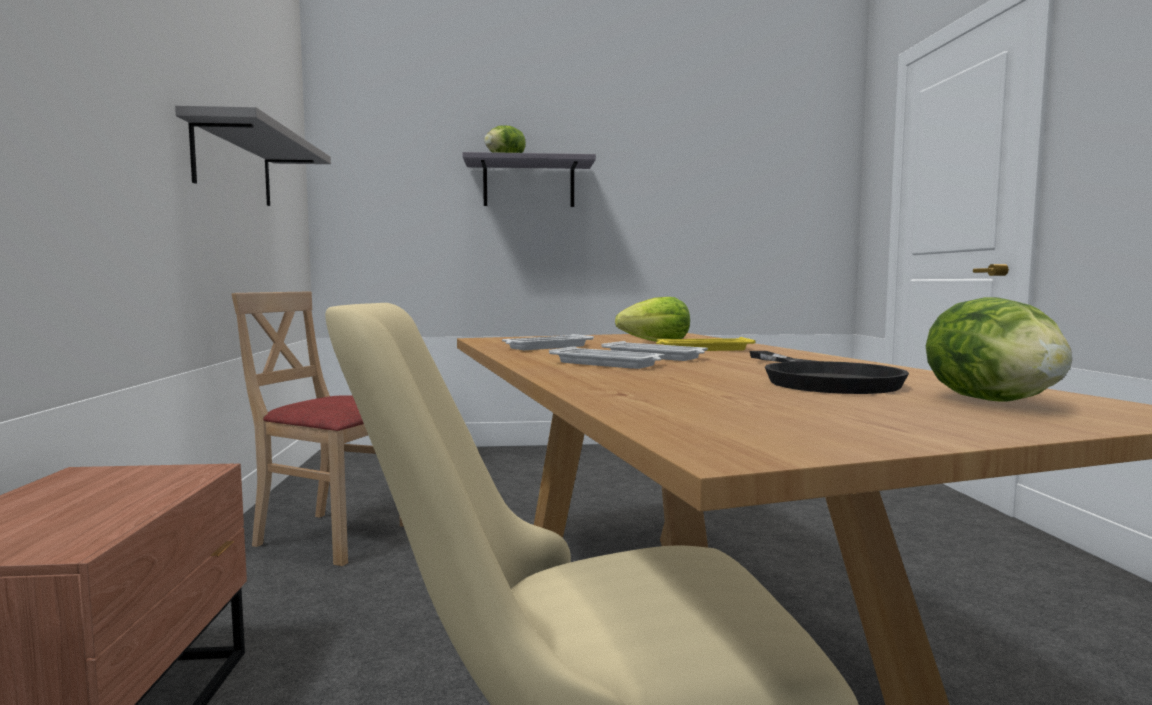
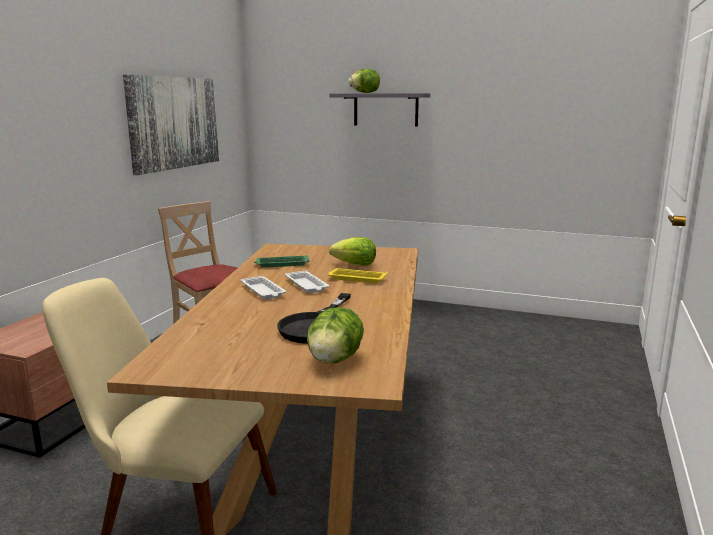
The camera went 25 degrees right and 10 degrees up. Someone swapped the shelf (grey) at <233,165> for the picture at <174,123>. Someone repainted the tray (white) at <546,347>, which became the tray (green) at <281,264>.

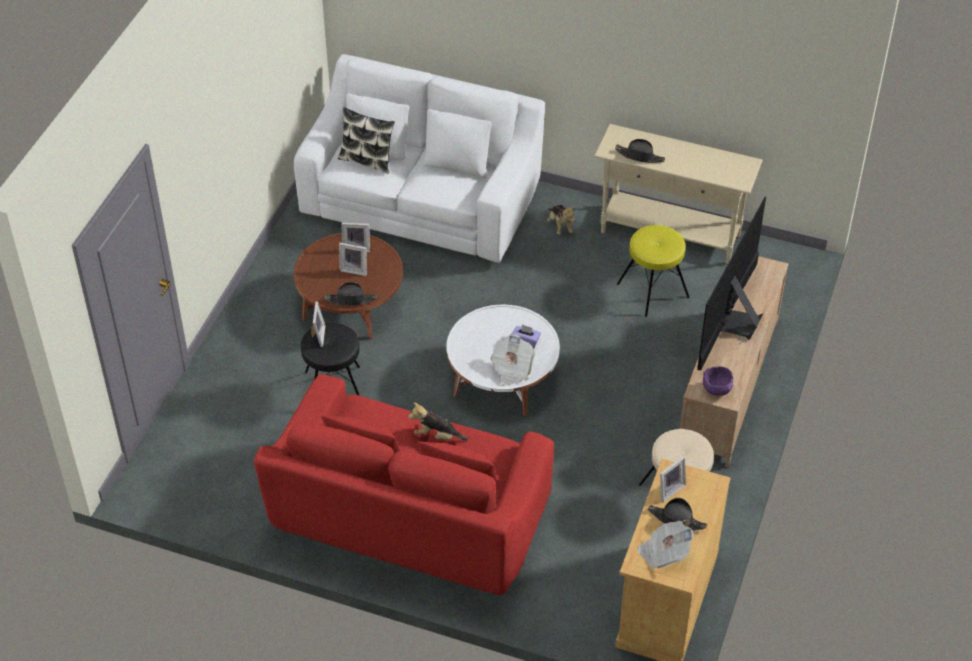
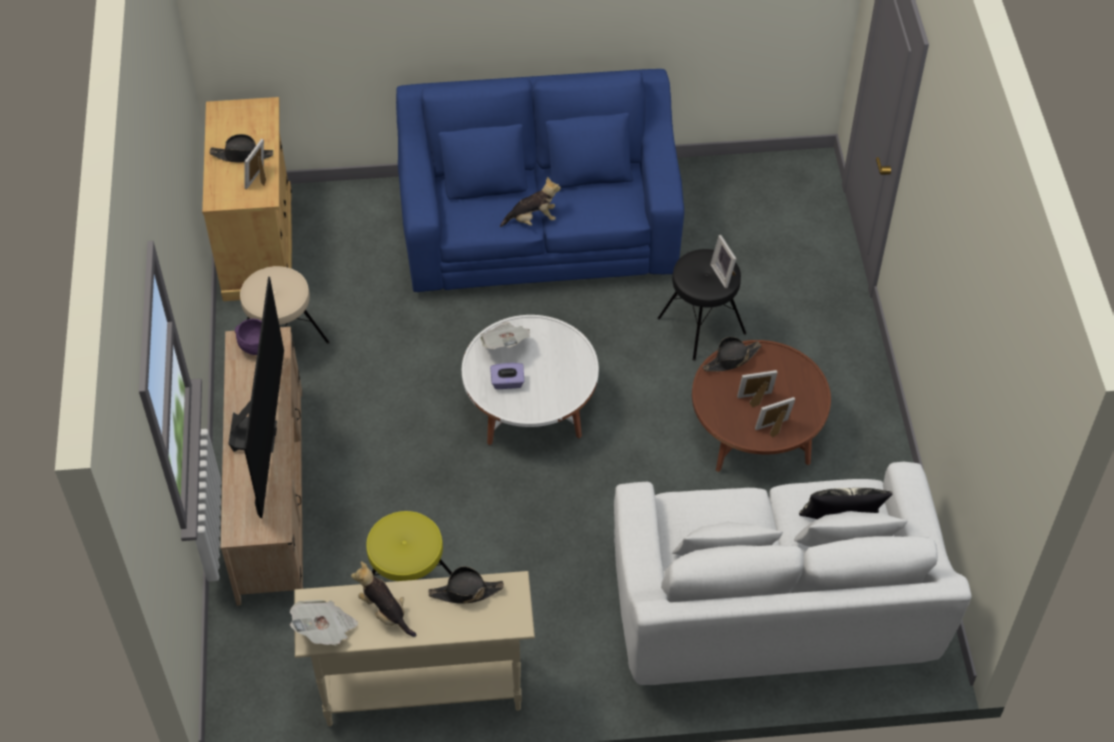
The camera went 155 degrees right and 5 degrees up. Someone carried the newspaper from <664,553> to <325,630>. Someone carried the plush toy from <560,226> to <385,612>. Someone repainted the sofa (red) at <411,517>, which became the sofa (blue) at <539,231>.

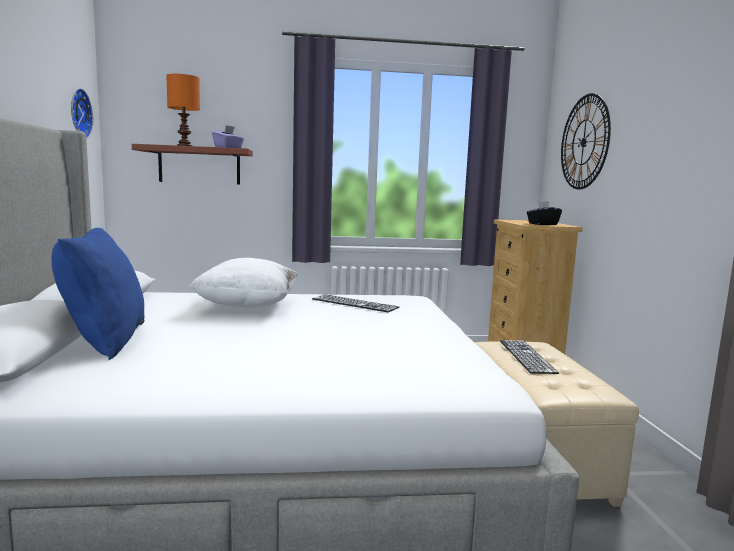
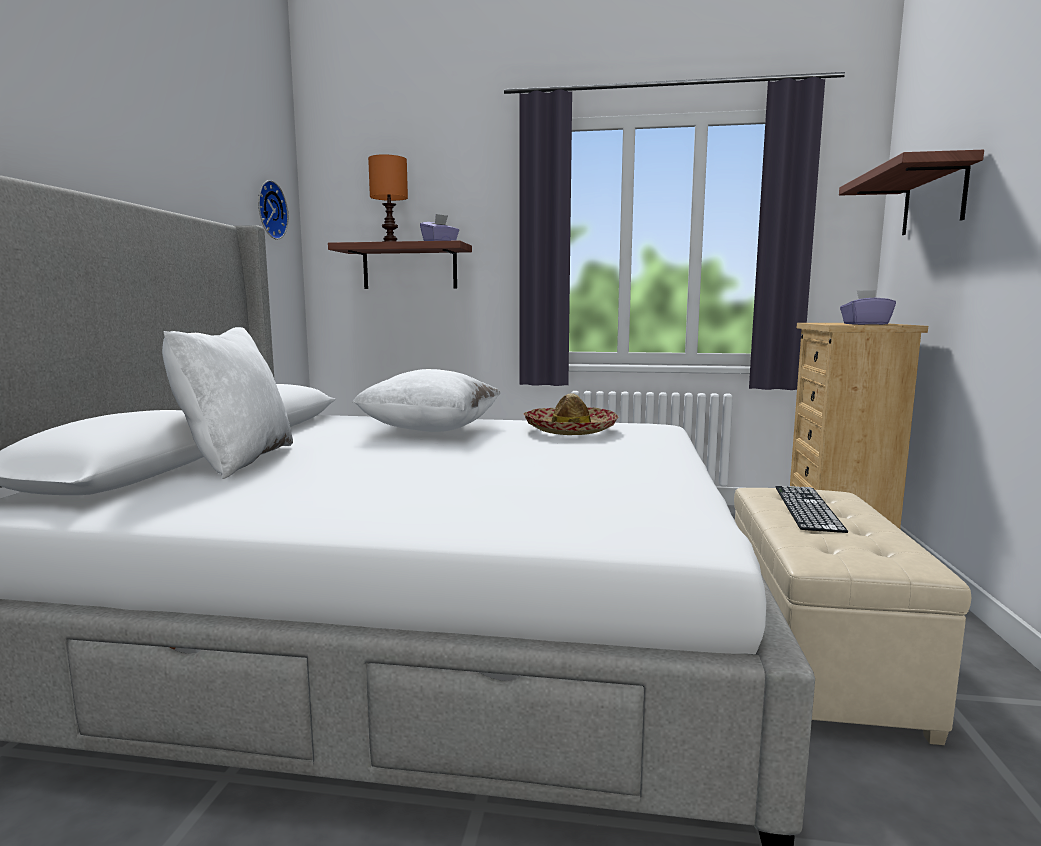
The camera went 15 degrees right and 0 degrees up. Someone repainted the pillow (blue) at <105,341>, which became the pillow (white) at <236,460>. Someone swapped the keyboard at <354,303> for the hat at <570,430>. Someone swapped the wall clock at <584,142> for the shelf at <934,199>. Someone repainted the tissue box (black) at <542,224>, which became the tissue box (purple) at <865,324>.

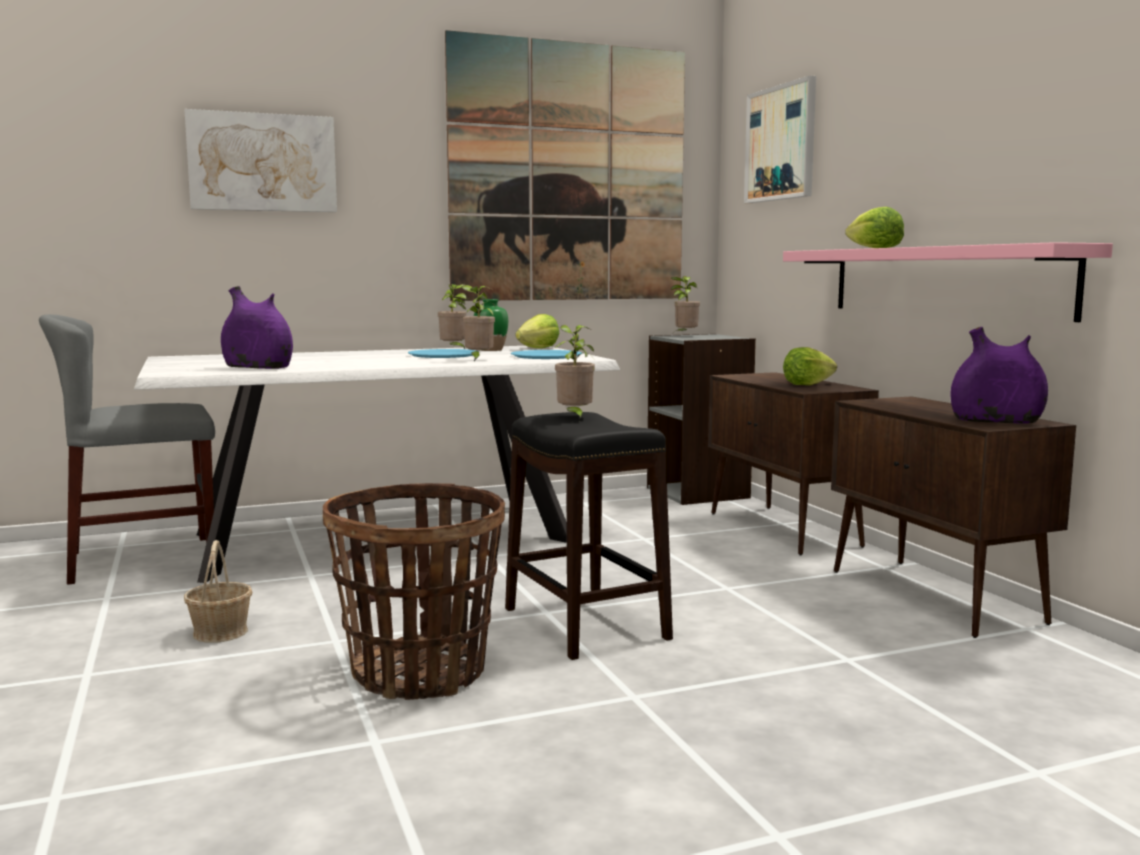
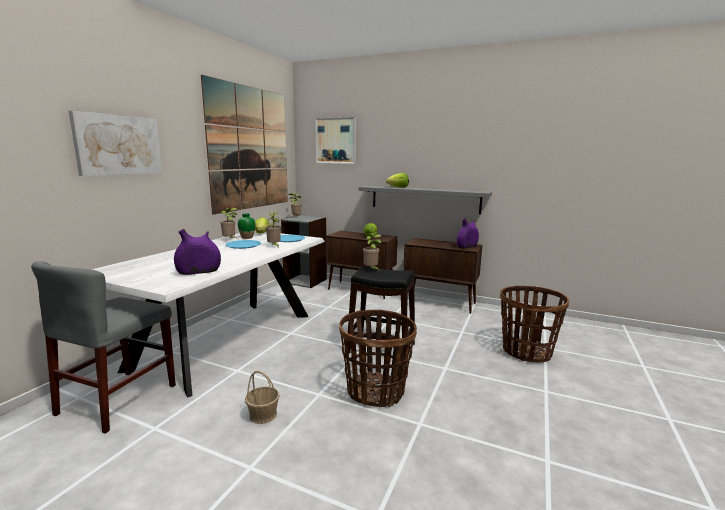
The camera went 45 degrees left and 5 degrees up. Someone repainted the shelf (pink) at <943,281>, which became the shelf (grey) at <424,199>. Someone put down the basket at <526,352>.

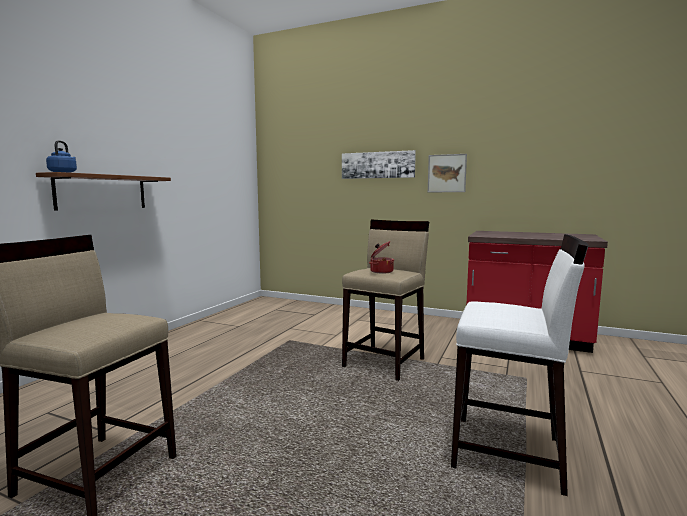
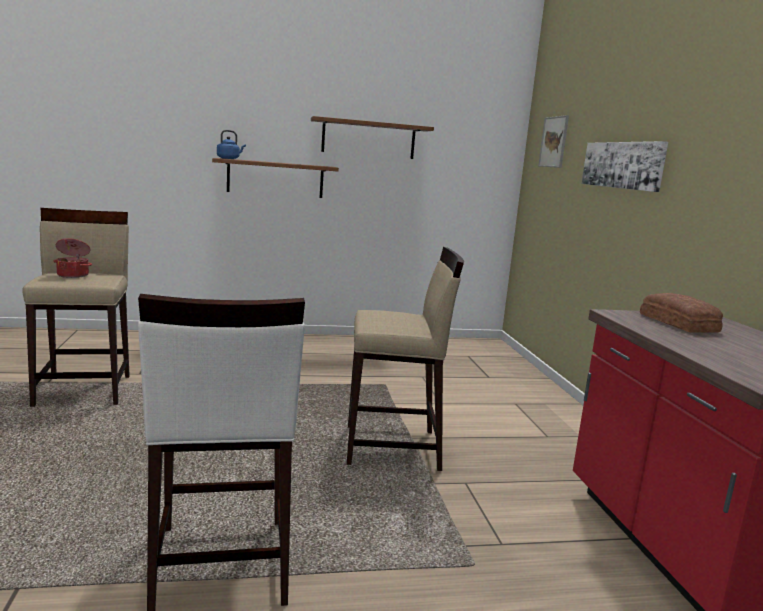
The camera went 55 degrees right and 5 degrees up. Someone carried the cooking pot from <381,271> to <73,275>. Someone put up the shelf (brown) at <368,139>. Someone carried the picture from <446,173> to <554,142>. Someone put down the bread at <678,323>.

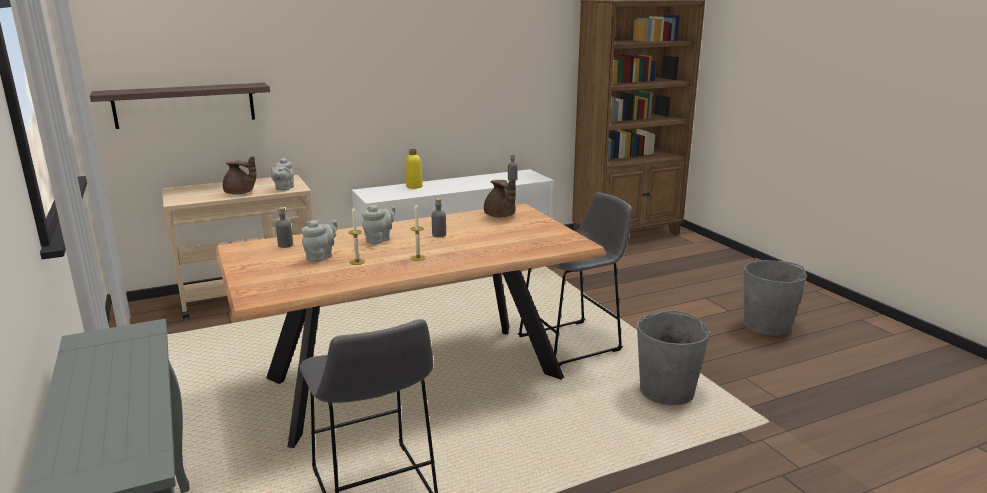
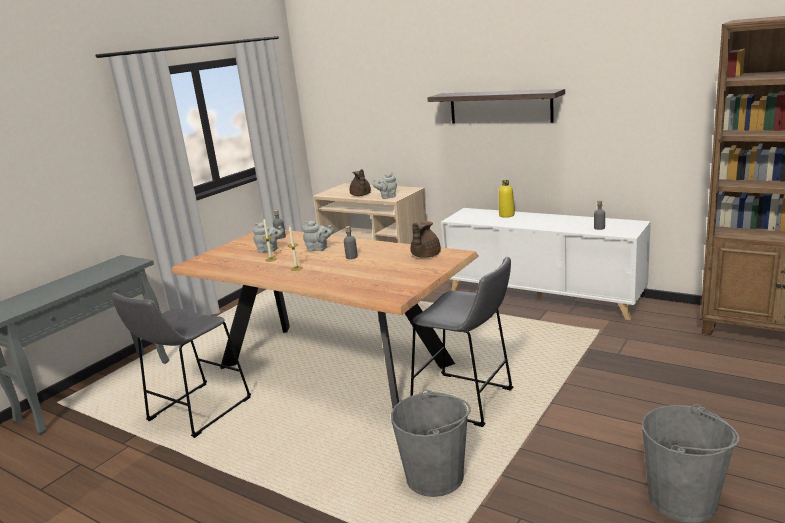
The camera went 60 degrees right and 0 degrees up. Someone carried the shelf from <185,105> to <500,107>.

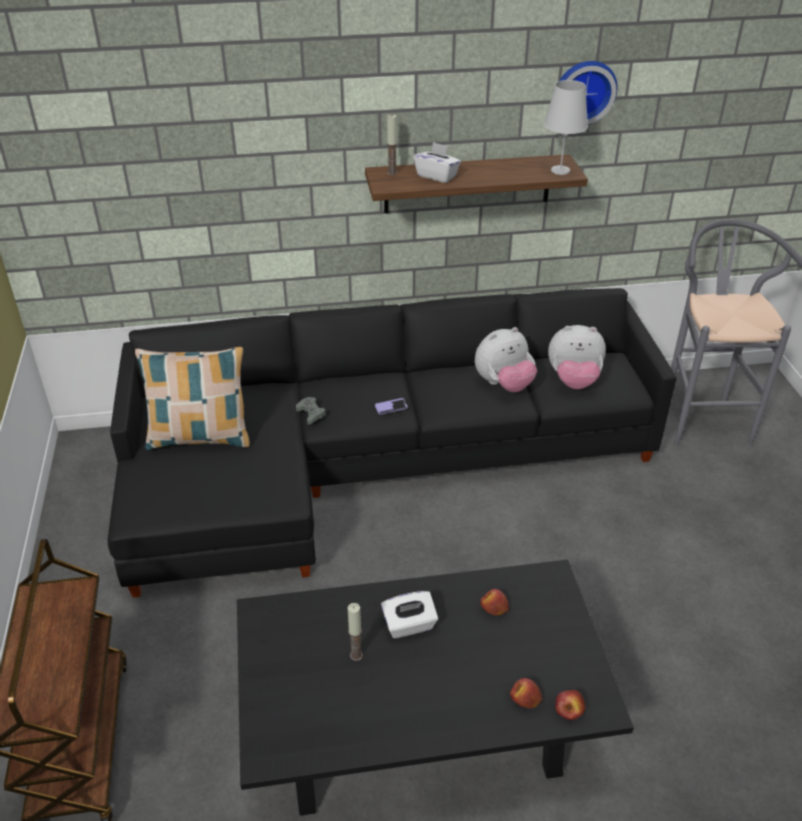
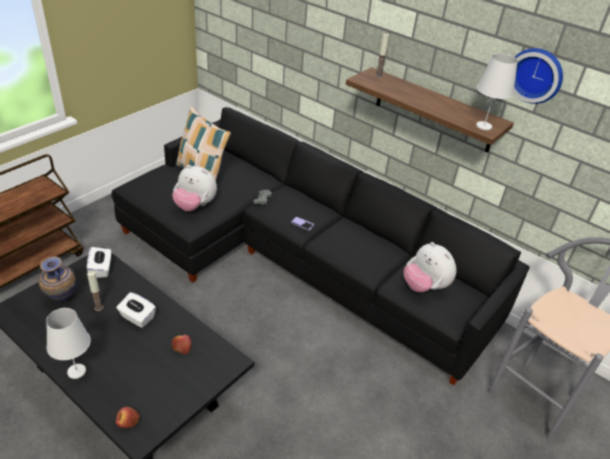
The camera went 45 degrees right and 0 degrees up. Someone put down the vase at <62,300>. Someone put down the table lamp (white) at <77,371>. Someone carried the tissue box (white) from <437,176> to <101,269>. Someone carried the plush toy from <504,384> to <195,206>. Someone took away the apple at <525,698>.

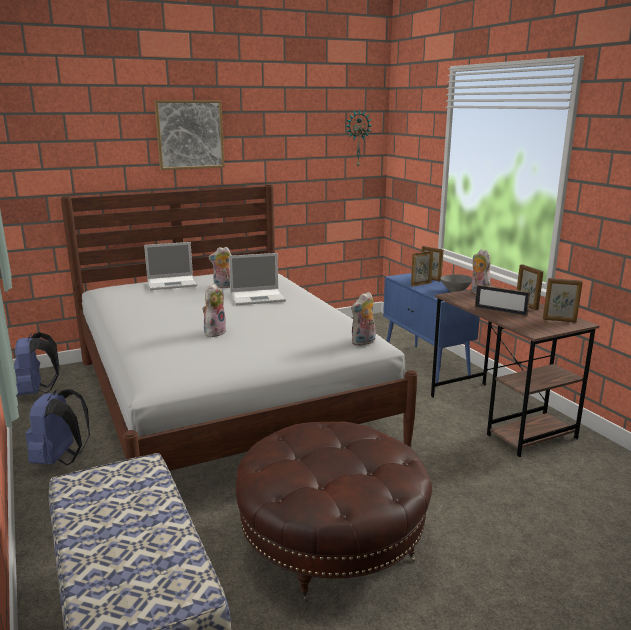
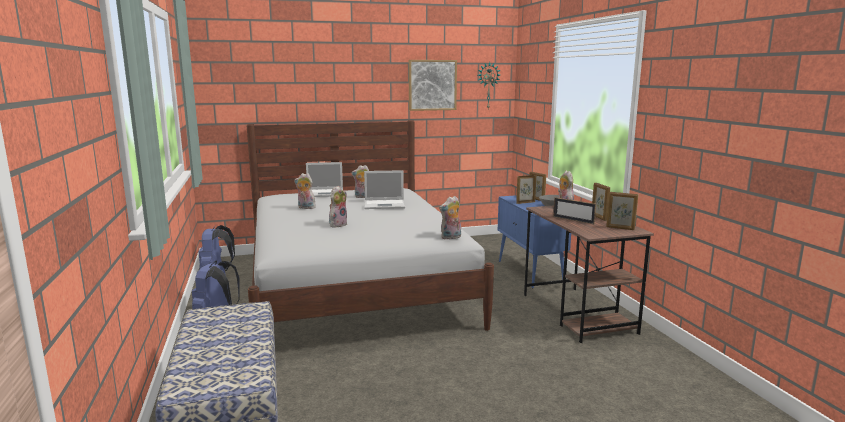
The camera went 10 degrees right and 5 degrees down. Someone put down the plush toy at <305,208>. Someone carried the picture from <190,134> to <432,85>. Someone took away the ottoman (brown) at <332,542>.

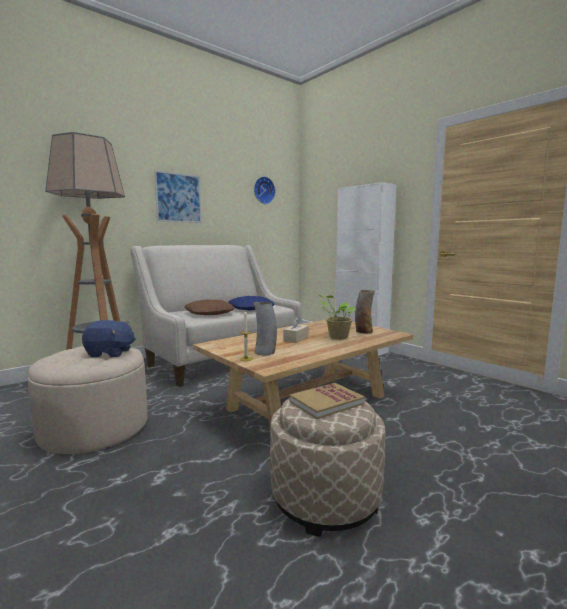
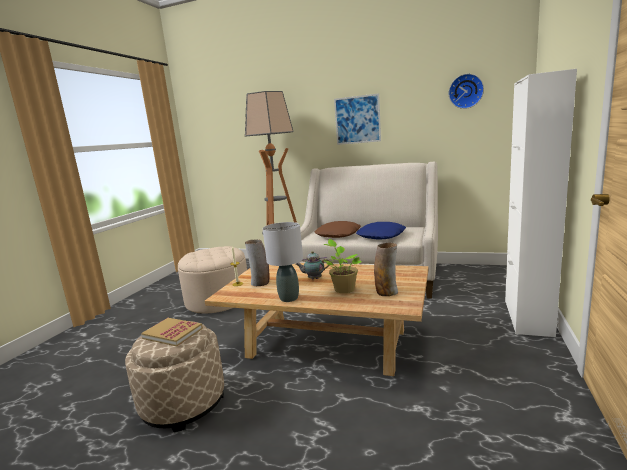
The camera went 60 degrees right and 5 degrees up. Someone put down the table lamp (grey) at <289,298>. Someone swapped the tissue box (beige) at <296,339> for the teapot at <313,279>. Someone took away the plush toy (blue) at <110,353>.

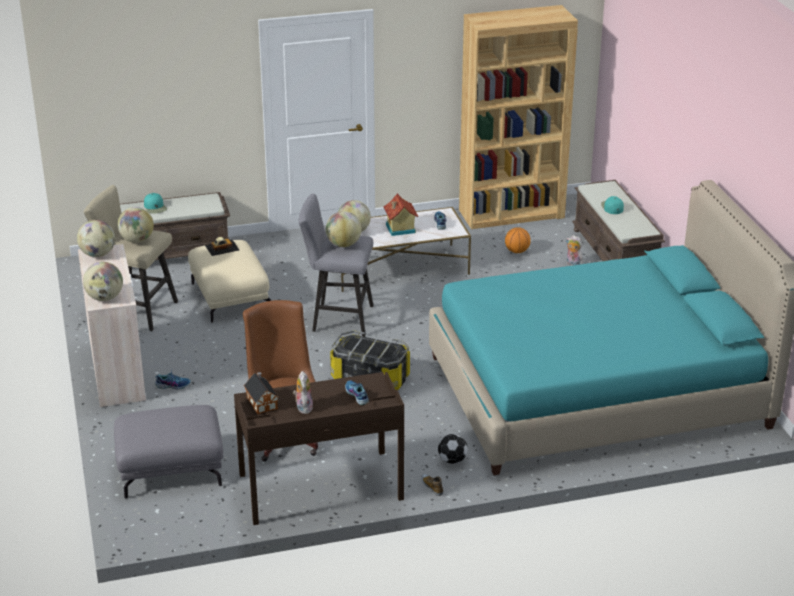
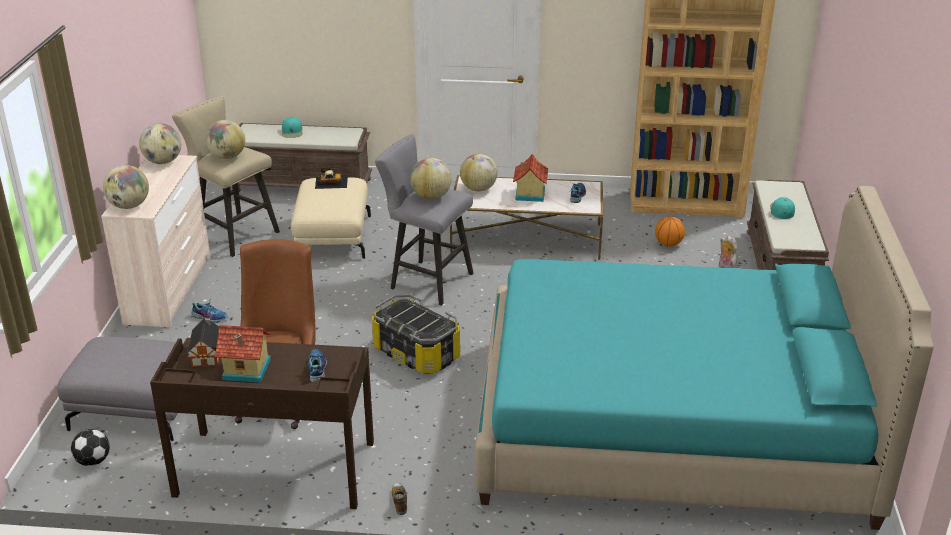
The camera went 20 degrees right and 0 degrees up. Someone carried the football from <452,460> to <92,461>. Someone swapped the plush toy at <303,407> for the toy house at <246,370>.

